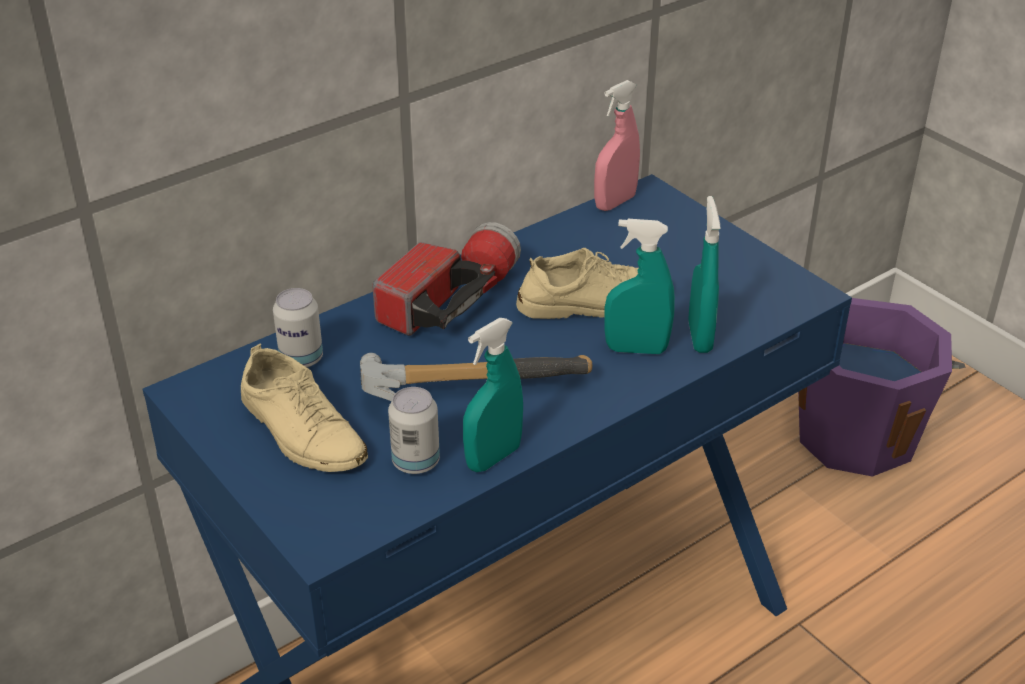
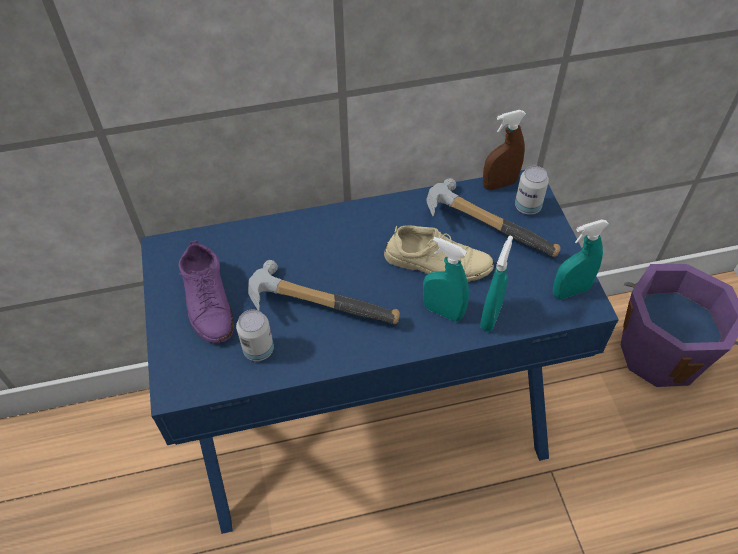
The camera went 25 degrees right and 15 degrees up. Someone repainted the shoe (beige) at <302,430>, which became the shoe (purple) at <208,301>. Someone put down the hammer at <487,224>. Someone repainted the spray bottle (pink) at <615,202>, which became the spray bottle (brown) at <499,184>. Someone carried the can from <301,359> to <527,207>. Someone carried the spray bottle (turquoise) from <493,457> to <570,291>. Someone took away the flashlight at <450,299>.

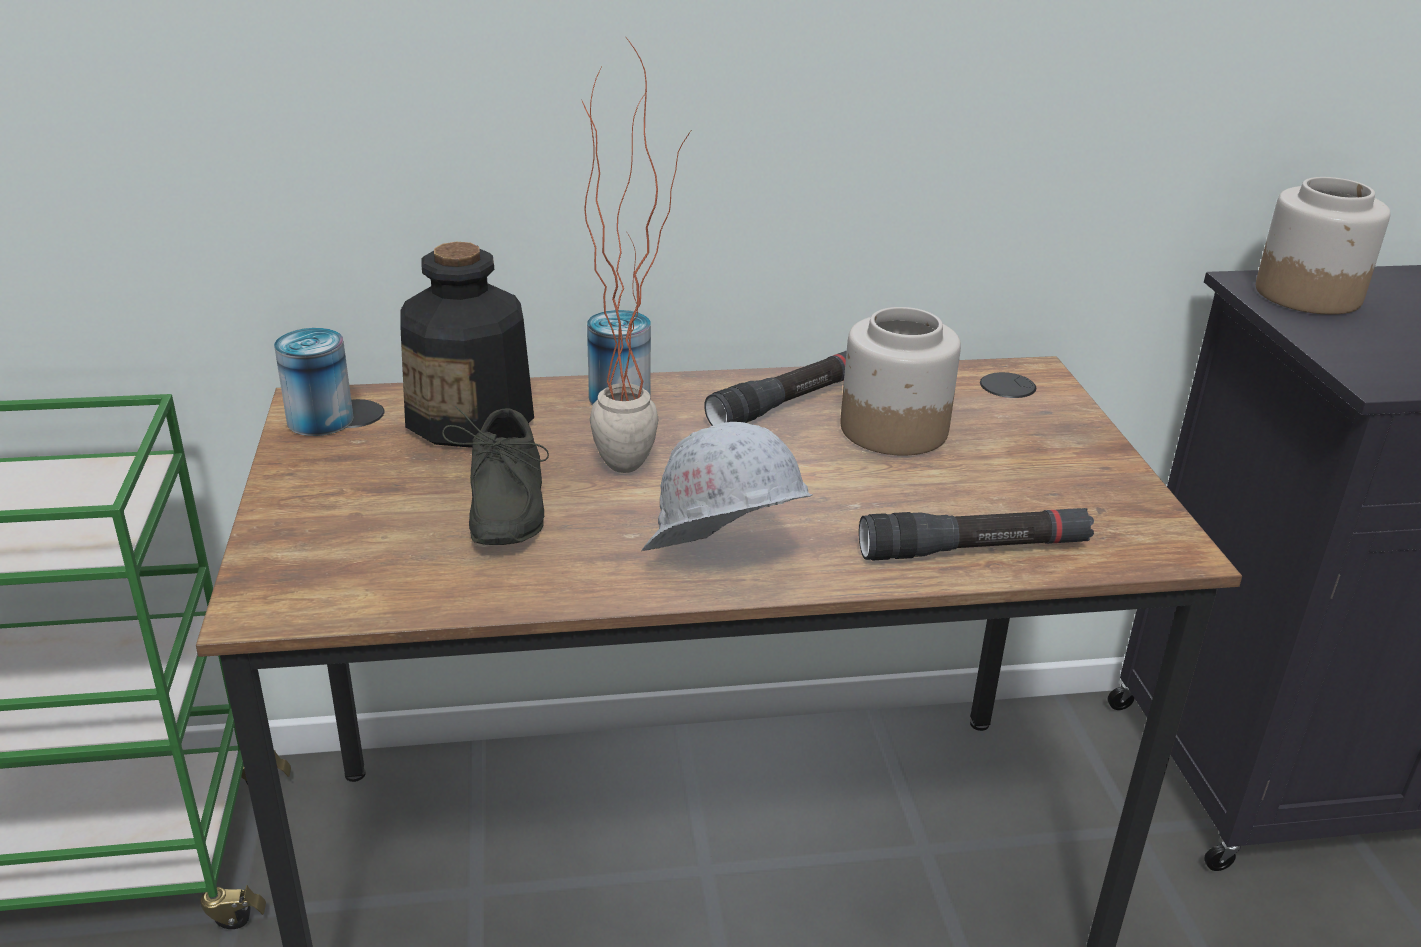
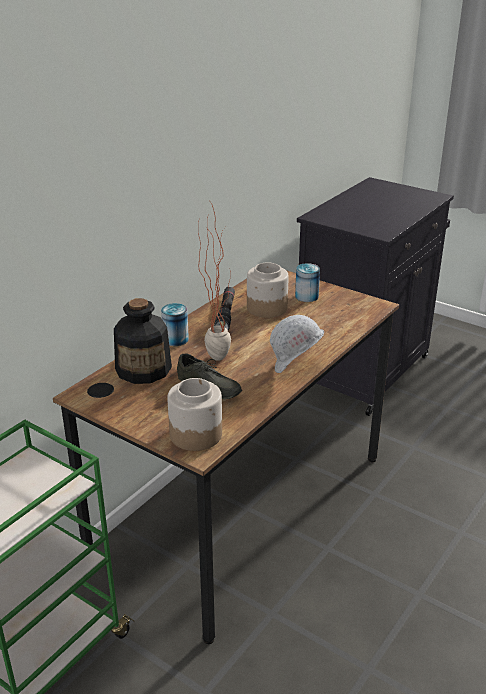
The camera went 45 degrees left and 0 degrees up. Someone carried the jar from <1308,294> to <196,434>. Someone carried the can from <320,420> to <306,296>. Someone took away the flashlight (black) at <974,549>.

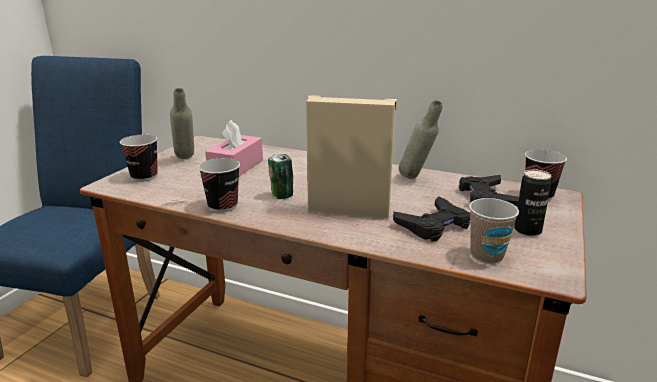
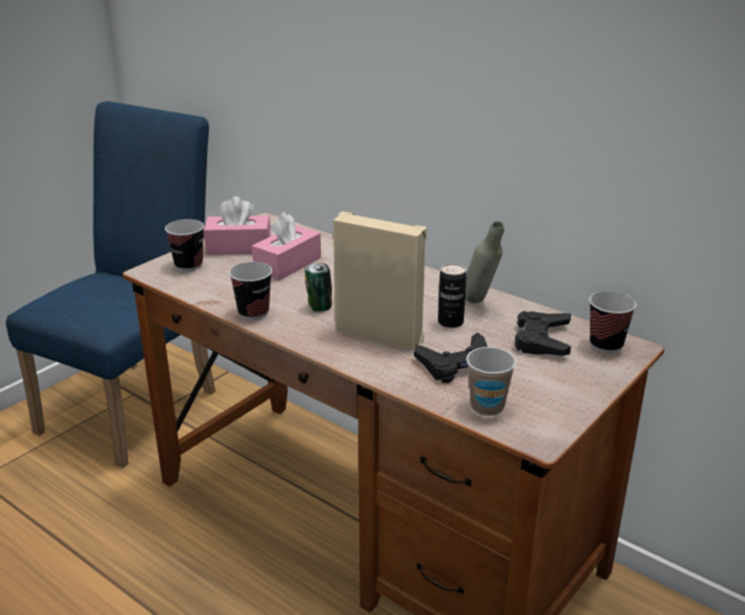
The camera went 15 degrees right and 5 degrees up. Someone swapped the bottle (grey) at <186,160> for the tissue box (pink) at <238,247>. Someone carried the can from <527,230> to <450,322>.

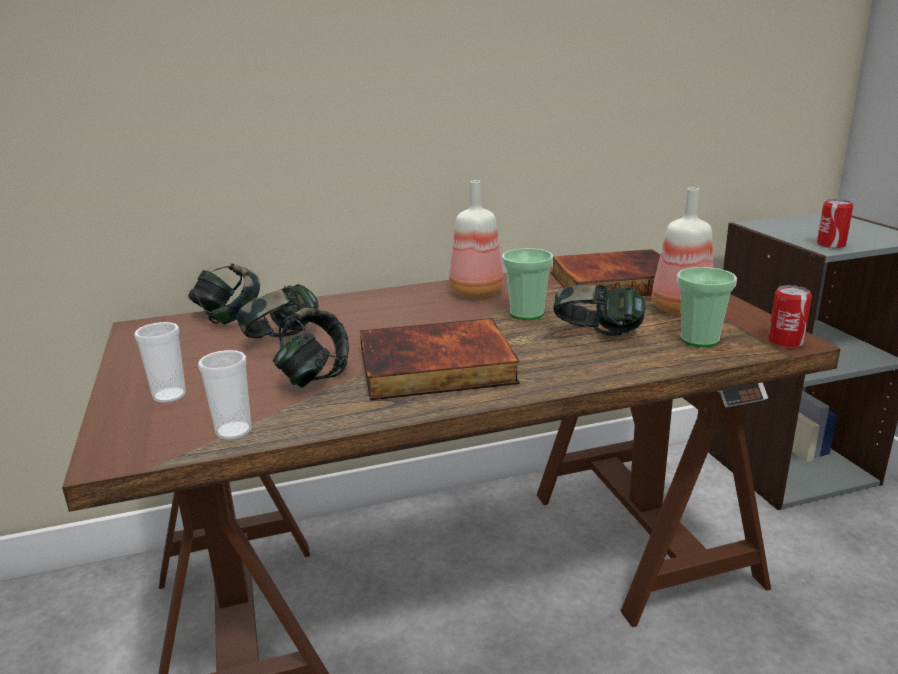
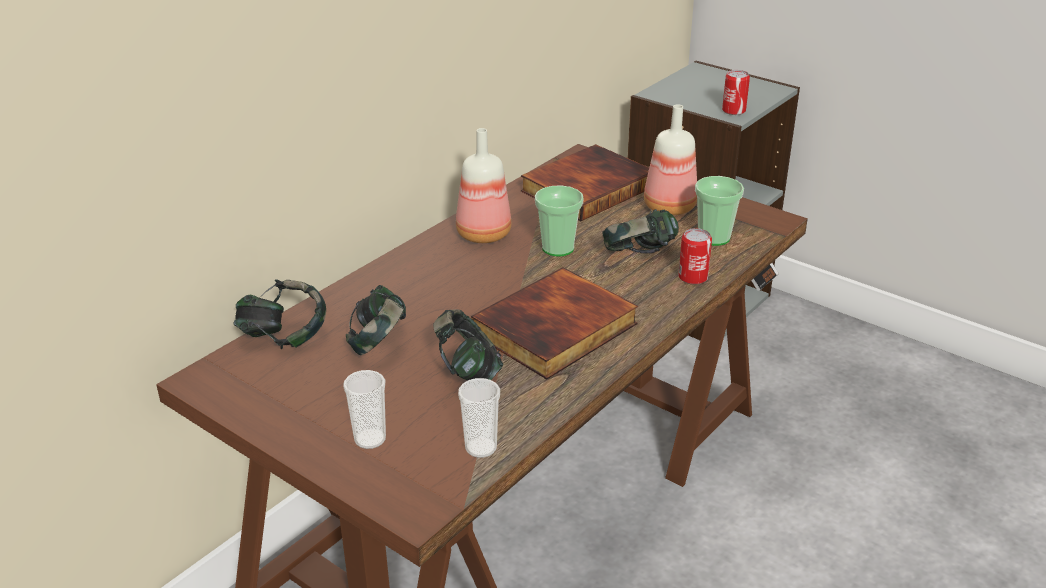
The camera went 35 degrees left and 10 degrees up. Someone carried the can from <785,342> to <693,277>.

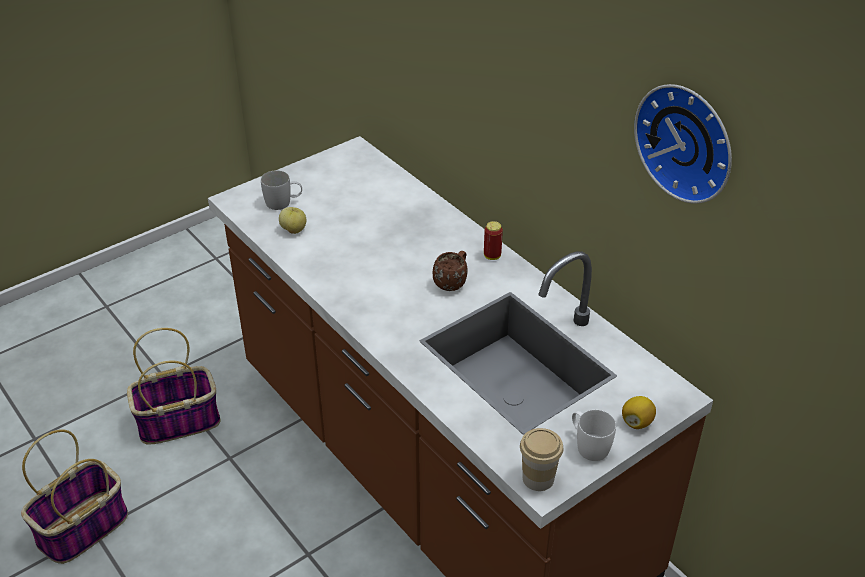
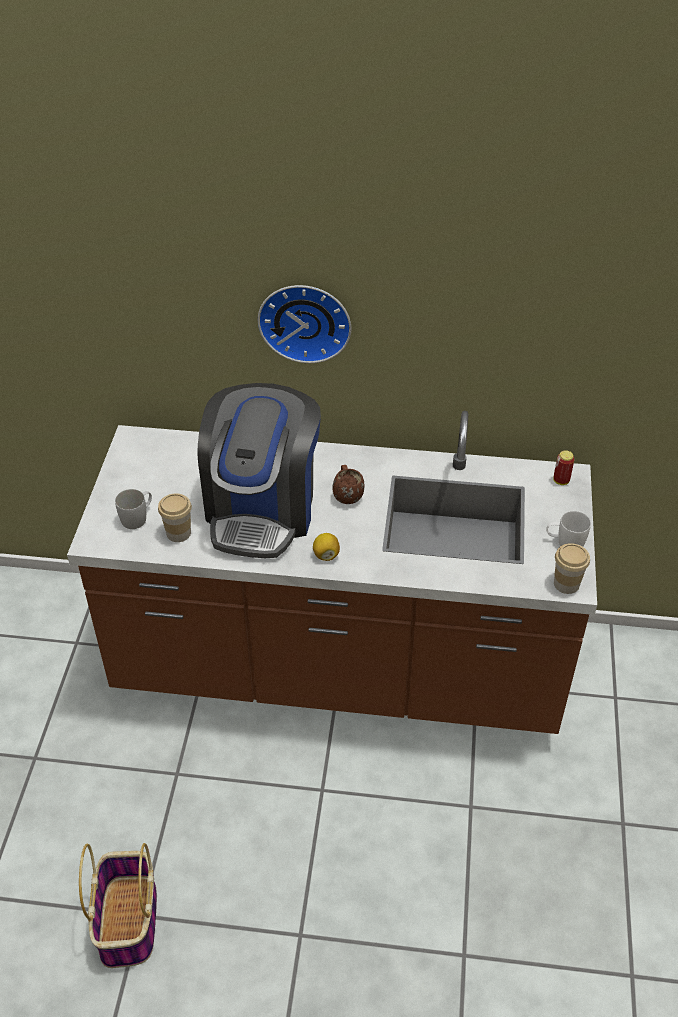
The camera went 45 degrees left and 5 degrees up. Someone swapped the apple at <294,230> for the cup at <178,533>. Someone put down the coffee machine at <262,508>. Someone carried the wall clock from <688,141> to <305,320>. Someone carried the lemon from <636,422> to <326,555>. Someone carried the can from <492,256> to <561,481>. Someone took away the basket at <179,421>.

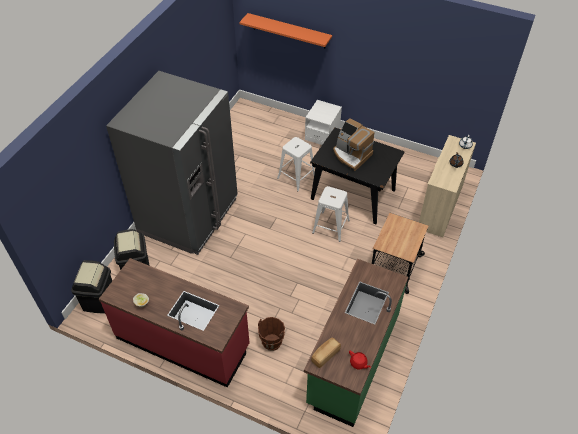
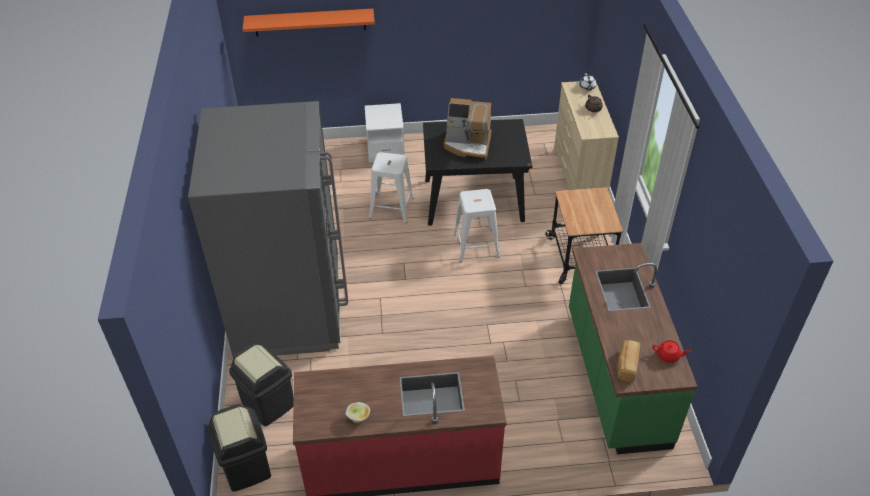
The camera went 30 degrees left and 5 degrees down. Someone took away the bucket (brown) at <272,342>.

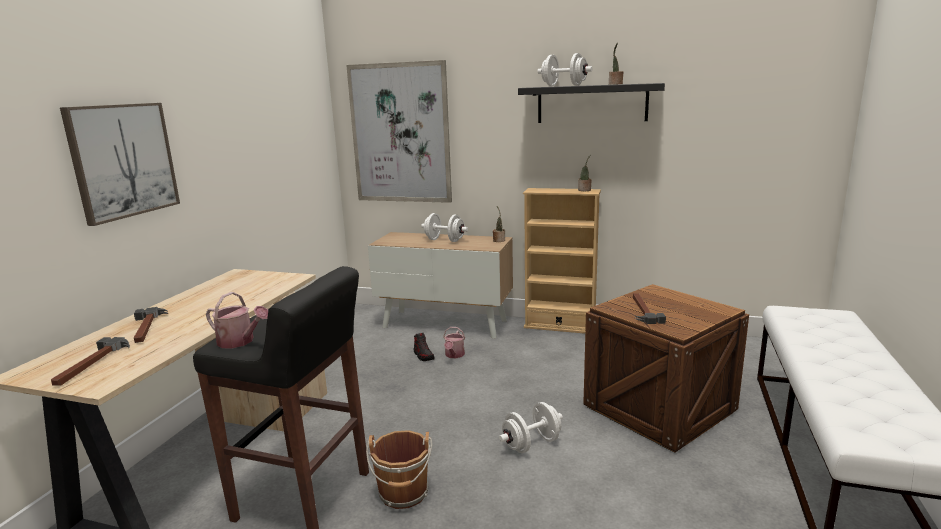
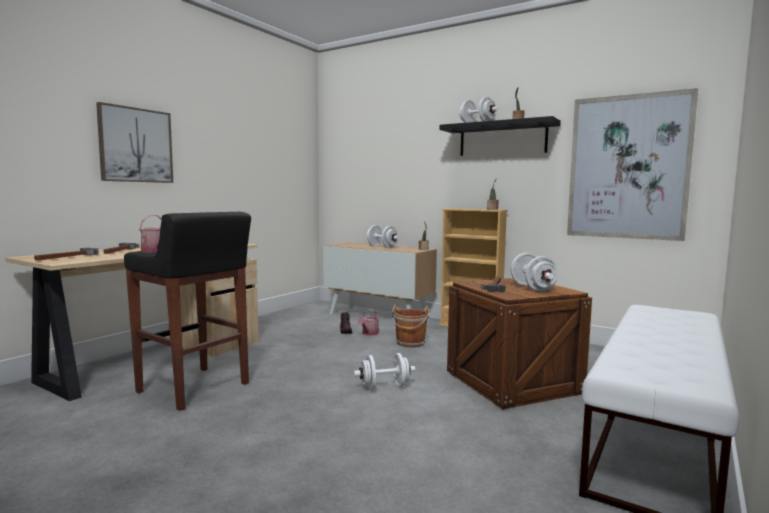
The camera went 15 degrees right and 10 degrees down. Someone carried the bucket (brown) from <404,494> to <410,343>. Someone put down the dumbbell (white) at <533,288>. Someone carried the picture from <400,133> to <628,167>.

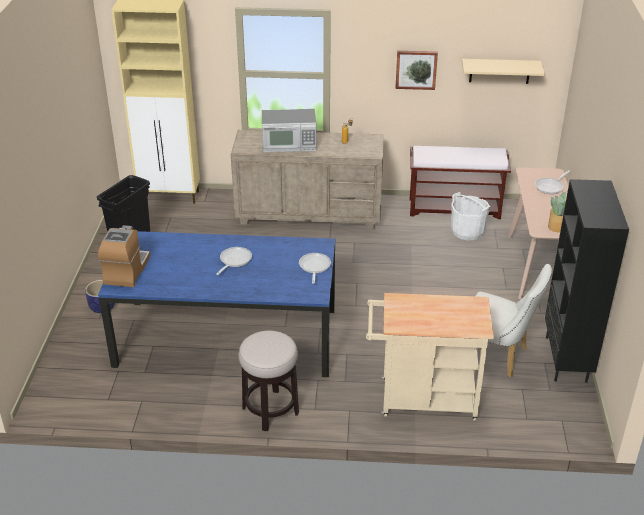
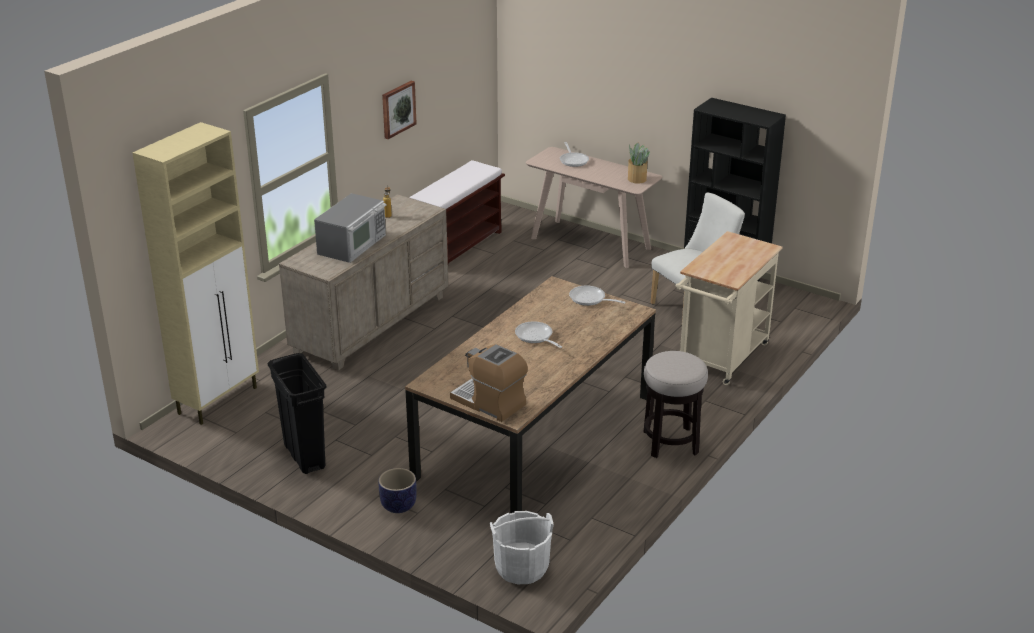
The camera went 60 degrees left and 5 degrees down. Someone repainted the dining table (blue) at <226,337>, which became the dining table (brown) at <535,436>. Someone carried the bucket (white) from <467,231> to <521,567>. Someone took away the shelf (beige) at <499,71>.

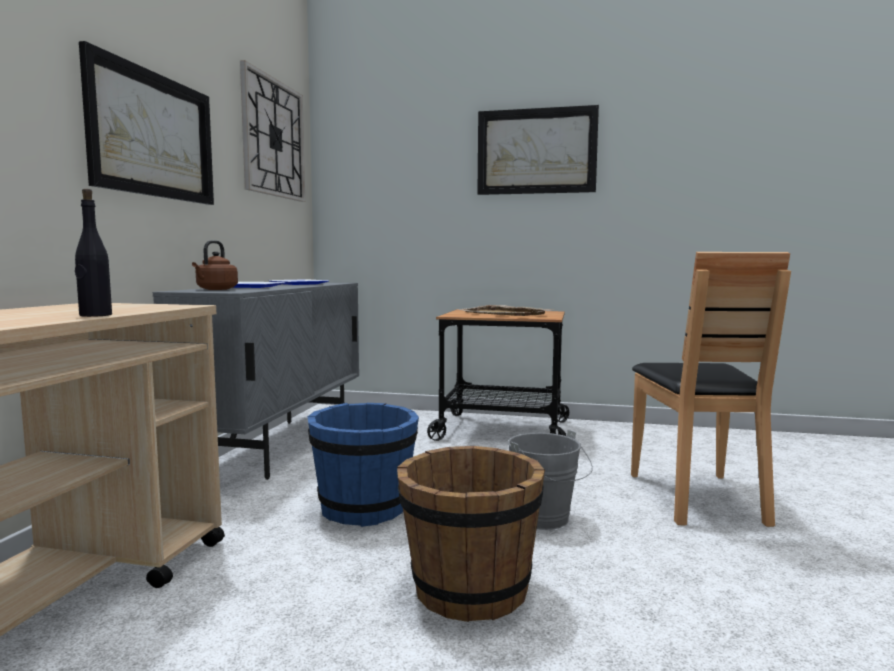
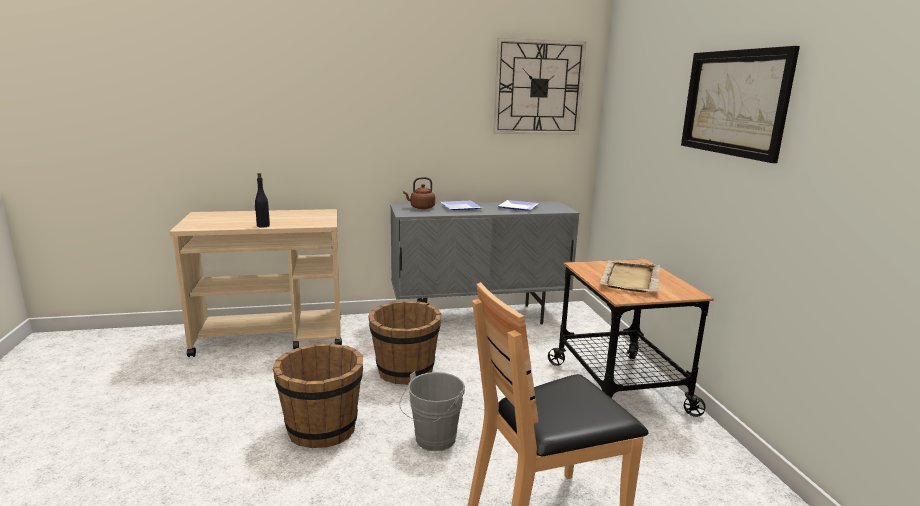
The camera went 65 degrees right and 10 degrees up. Someone repainted the bucket (blue) at <364,508>, which became the bucket (brown) at <405,371>. Someone took away the picture at <153,135>.

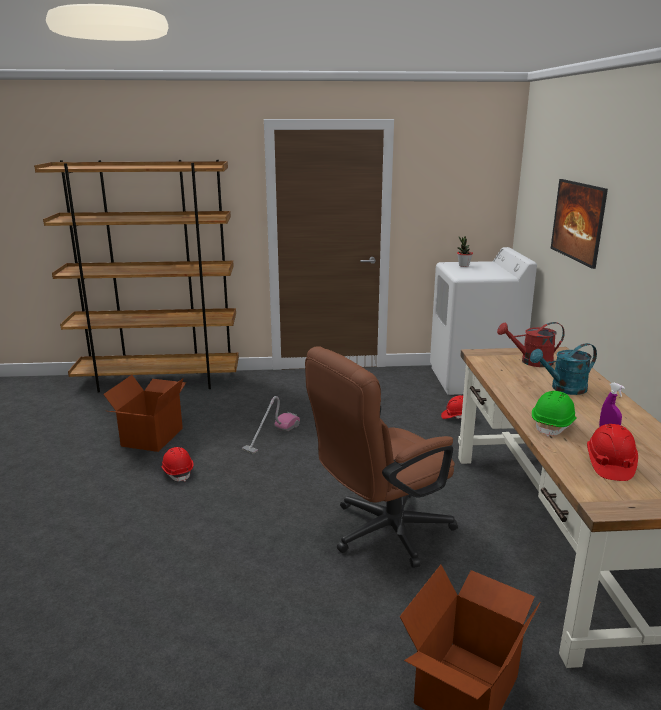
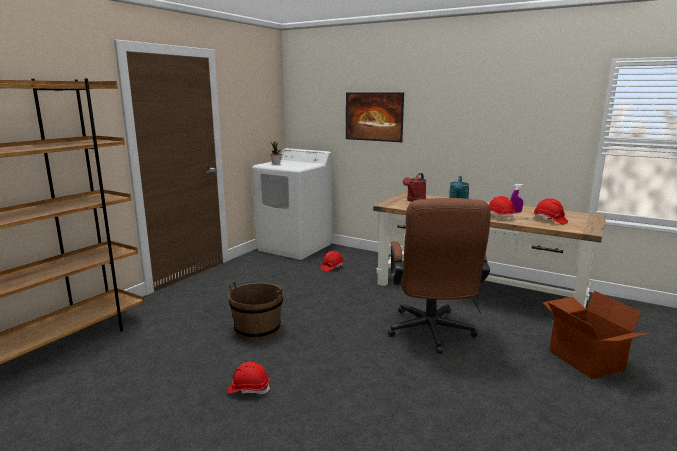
The camera went 55 degrees left and 5 degrees down. Someone swapped the vacuum cleaner at <271,436> for the bucket (brown) at <257,330>. Someone repainted the hard hat (green) at <553,425>, which became the hard hat (red) at <499,217>. Someone took away the cardboard box at <151,437>.

